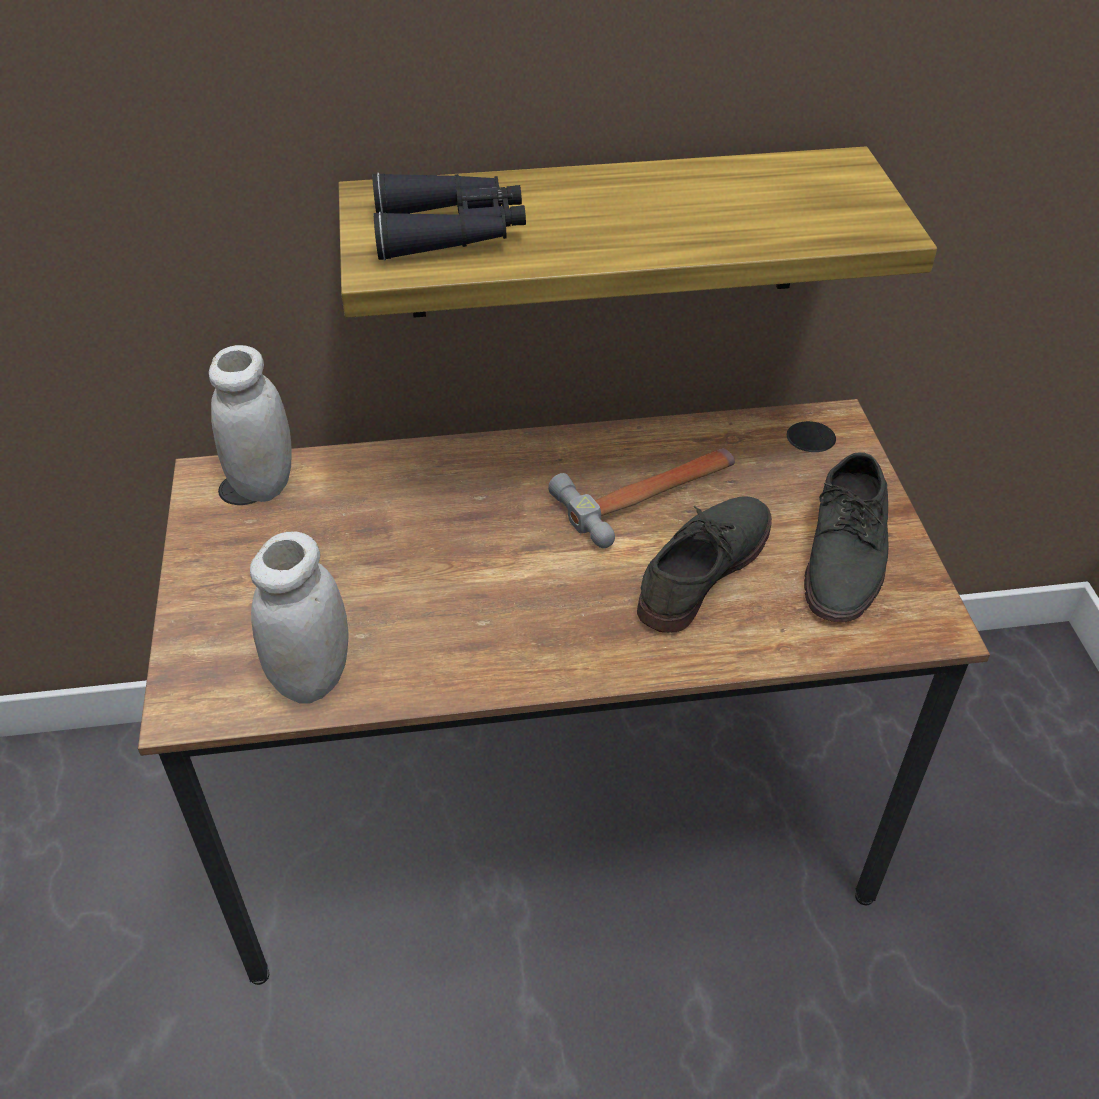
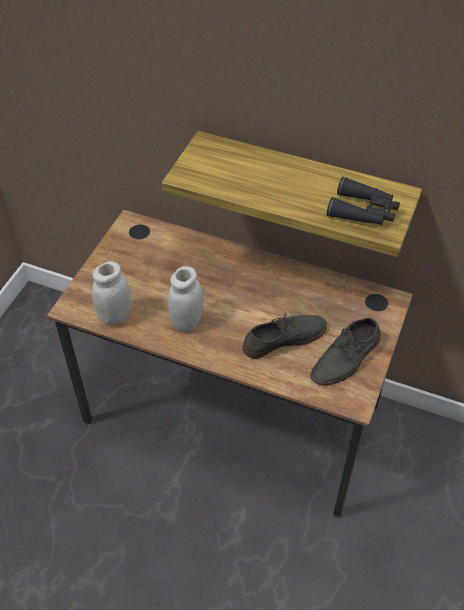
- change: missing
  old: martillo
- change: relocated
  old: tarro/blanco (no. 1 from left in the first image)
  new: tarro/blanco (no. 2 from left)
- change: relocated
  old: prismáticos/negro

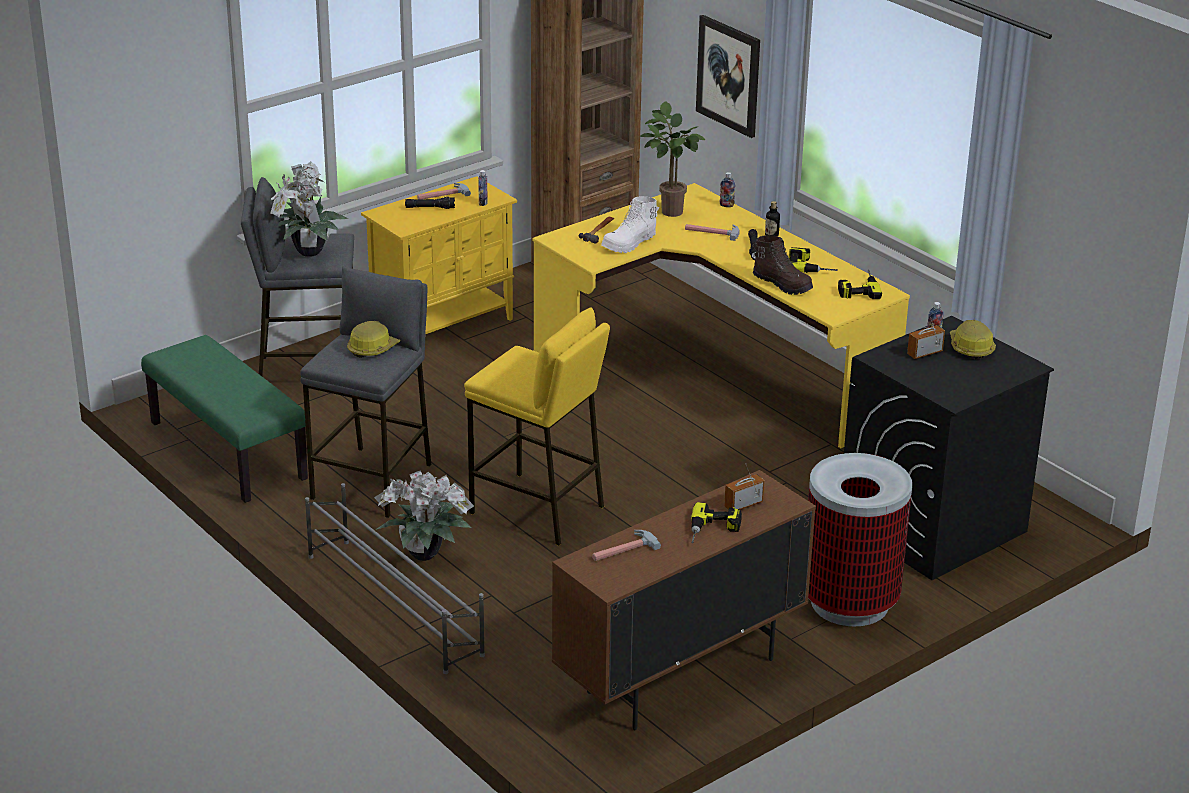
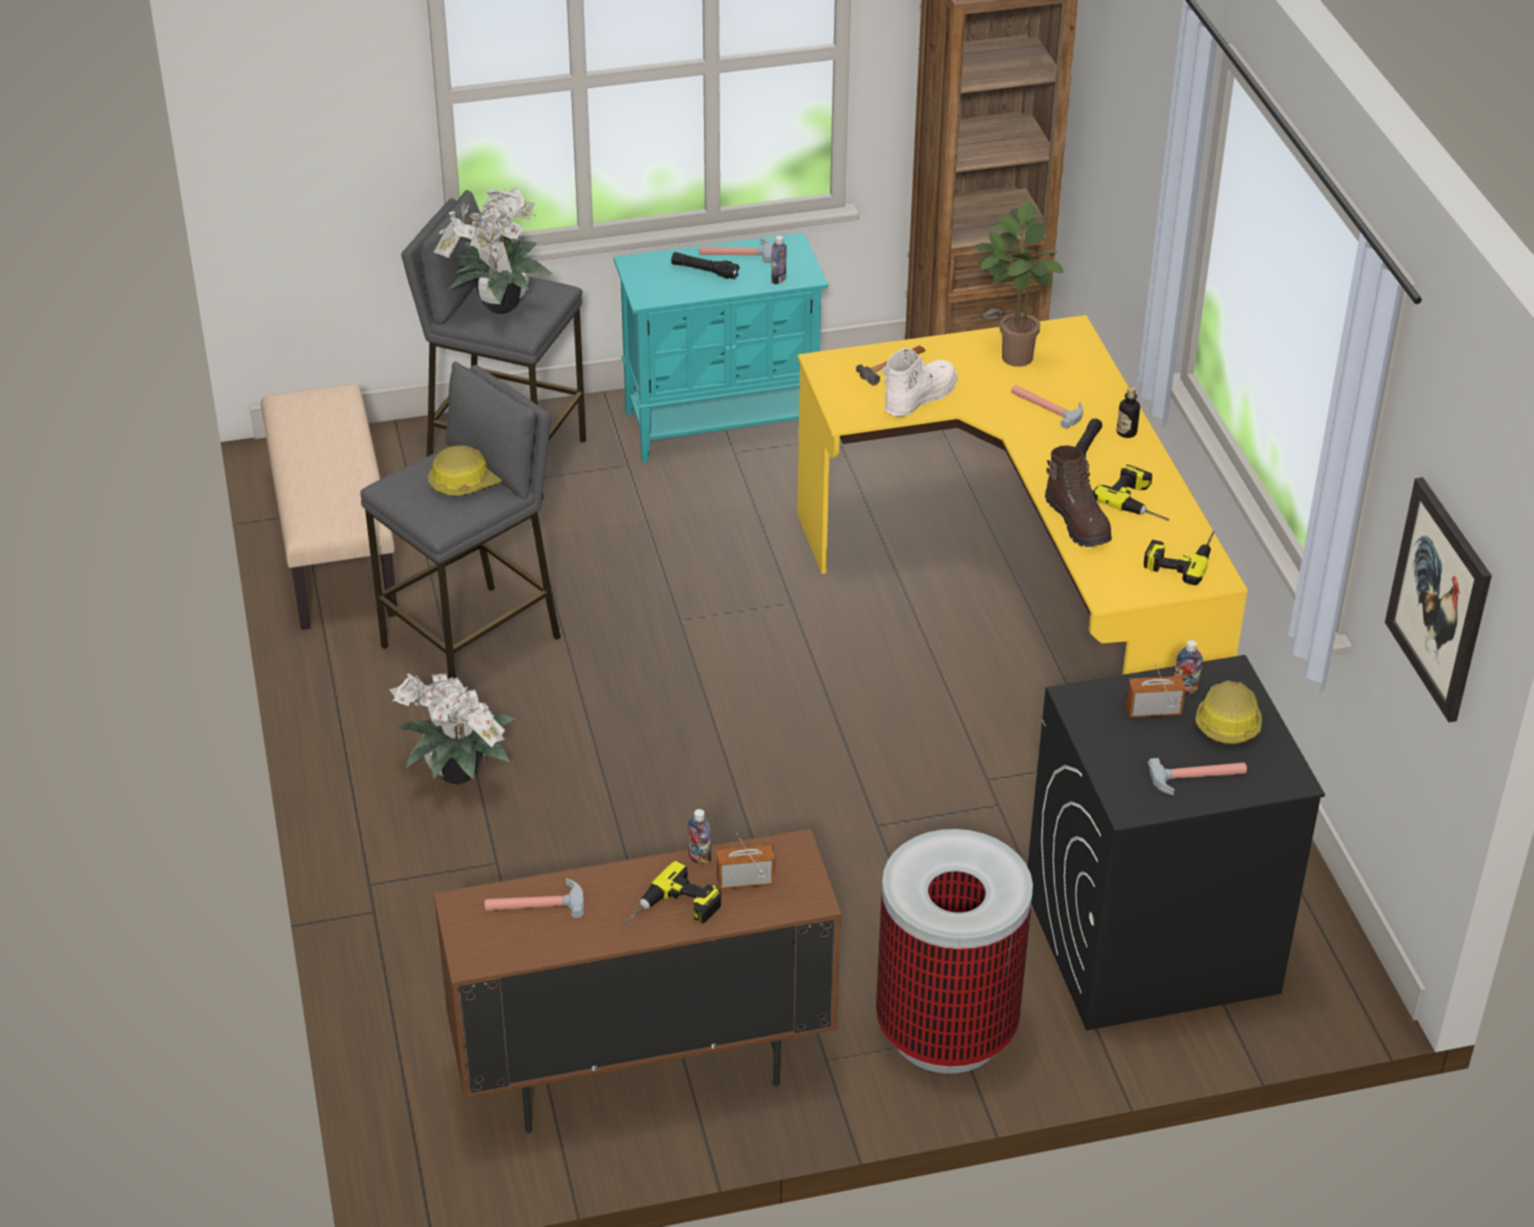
- change: missing
  old: zapatero/gris
- change: missing
  old: taburete/amarillo
- change: appeared
  new: martillo (no. 5 from left)
- change: relocated
  old: cuadro
- change: relocated
  old: botella (no. 2 from left in the first image)
  new: botella (no. 1 from left)
- change: colour
  old: banco/verde
  new: banco/beis
- change: colour
  old: armario/amarillo
  new: armario/turquesa
- change: spun
  old: bota/blanco
  degrees: 150

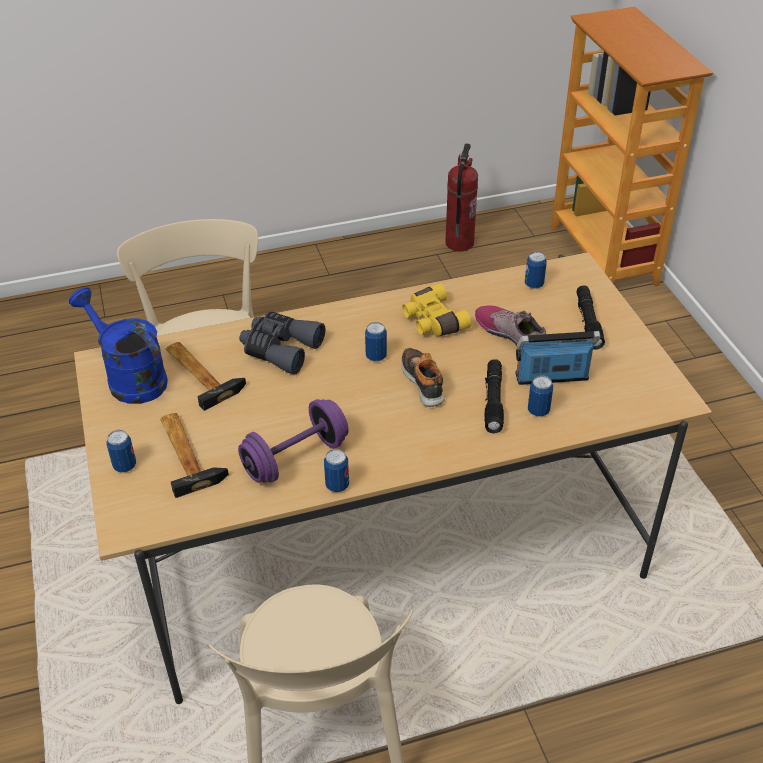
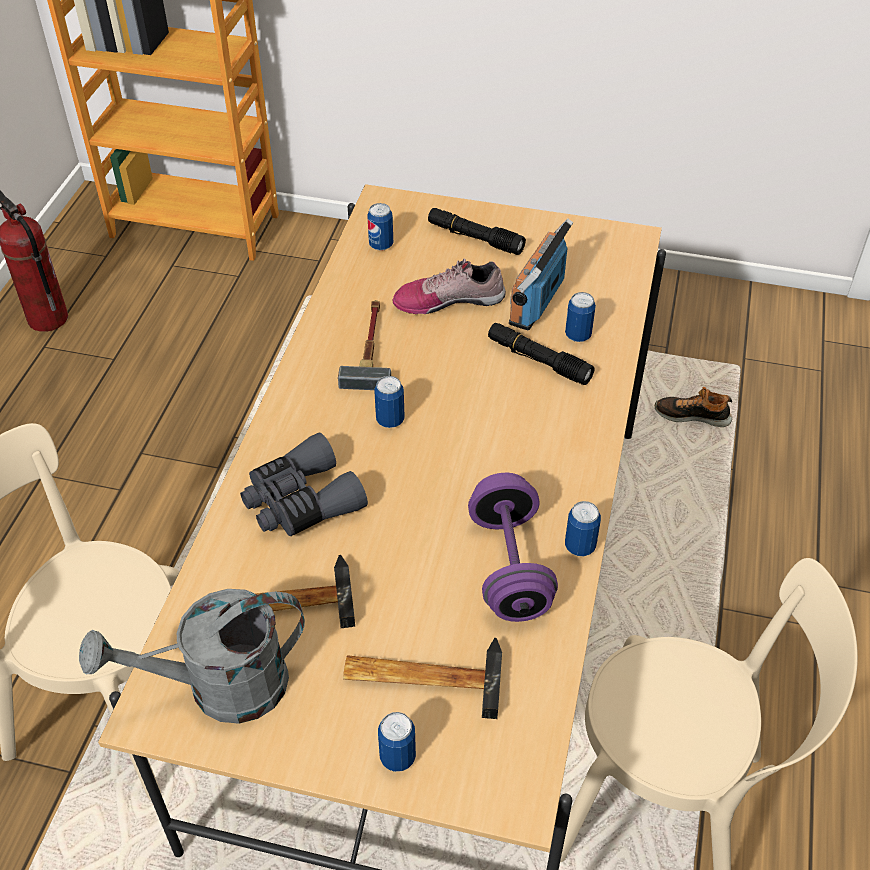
- change: relocated
  old: zapato (no. 1 from left in the first image)
  new: zapato (no. 2 from left)
- change: exchanged
  old: prismáticos/amarillo
  new: martillo (no. 2 from left)
- change: colour
  old: regadera/azul
  new: regadera/gris

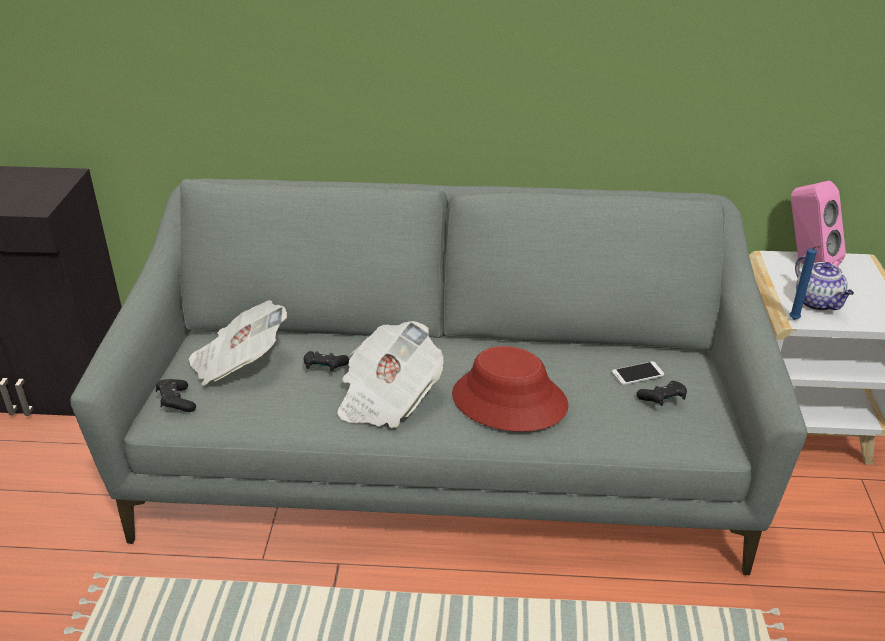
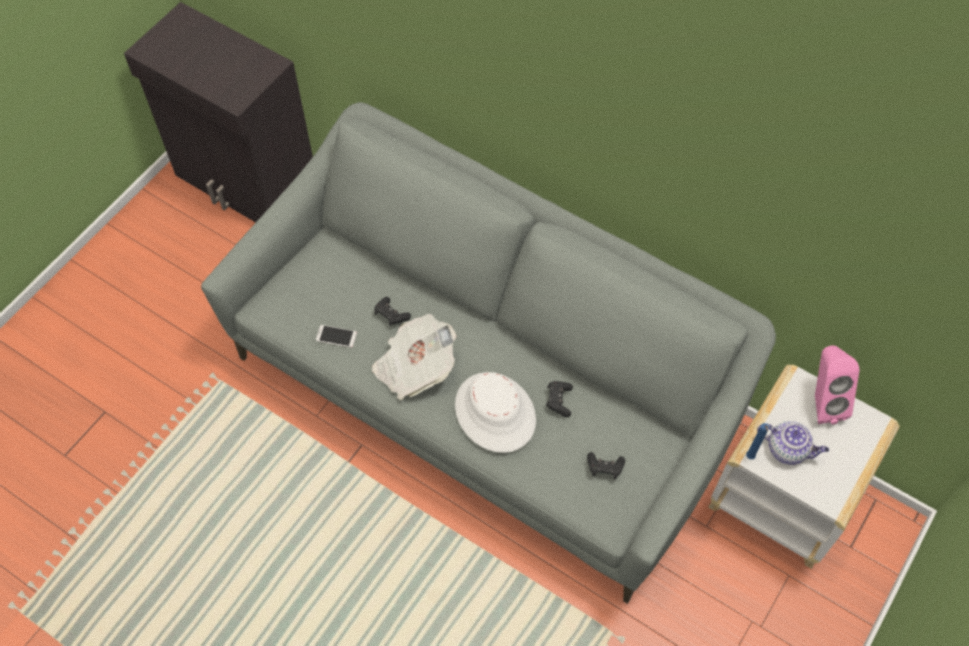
- change: missing
  old: periódico (no. 1 from left)
- change: relocated
  old: mando de consola/negro (no. 1 from left in the first image)
  new: mando de consola/negro (no. 2 from left)
- change: relocated
  old: móvil
- change: colour
  old: sombrero/rojo
  new: sombrero/blanco
- change: spun
  old: tetera
  degrees: -75

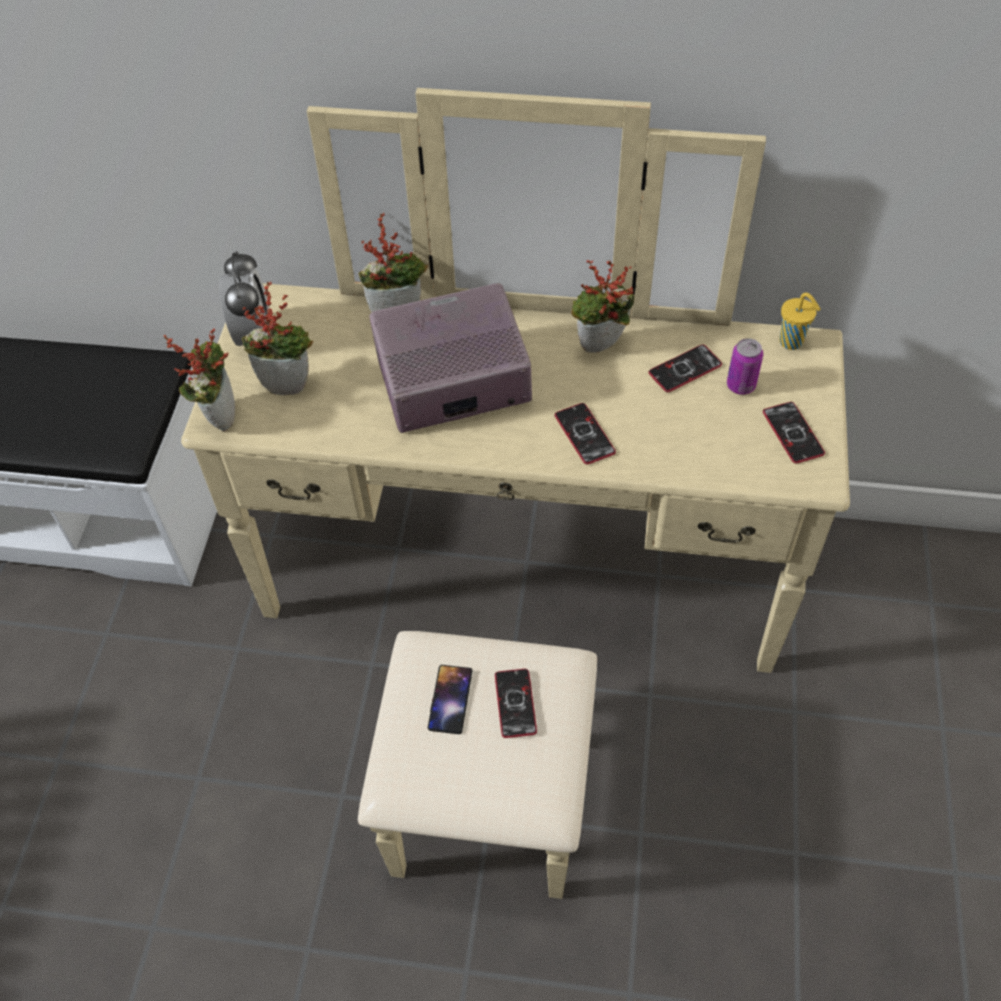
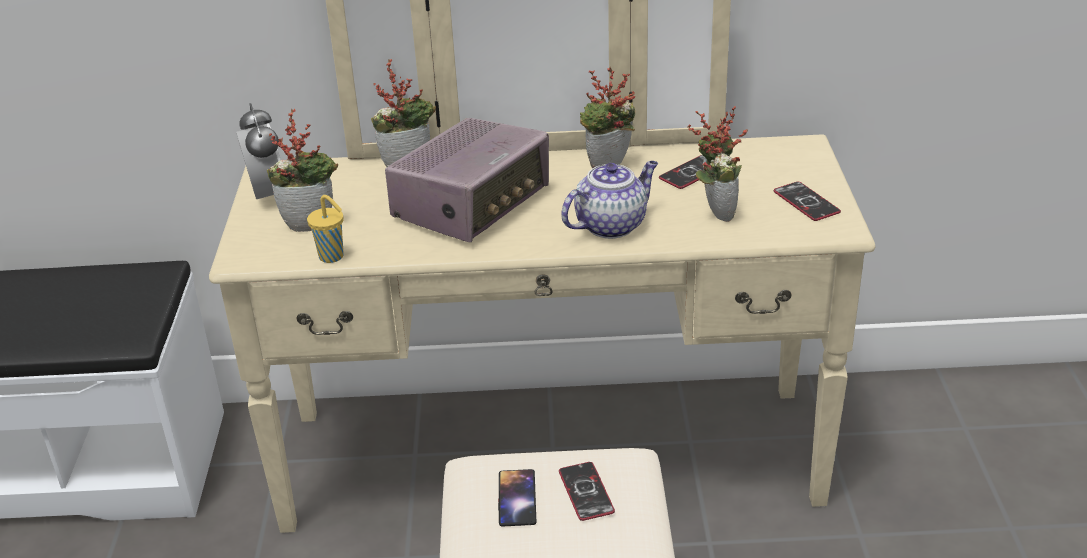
- change: missing
  old: lata
- change: relocated
  old: planta en maceta (no. 1 from left in the first image)
  new: planta en maceta (no. 4 from left)
- change: relocated
  old: taza/amarillo
- change: exchanged
  old: móvil (no. 3 from left)
  new: tetera
- change: spun
  old: radio
  degrees: 150

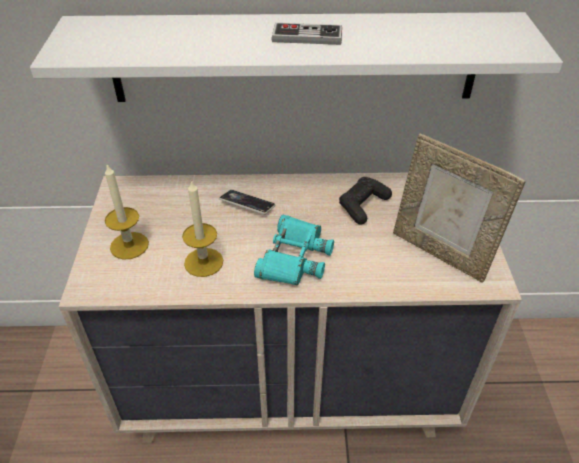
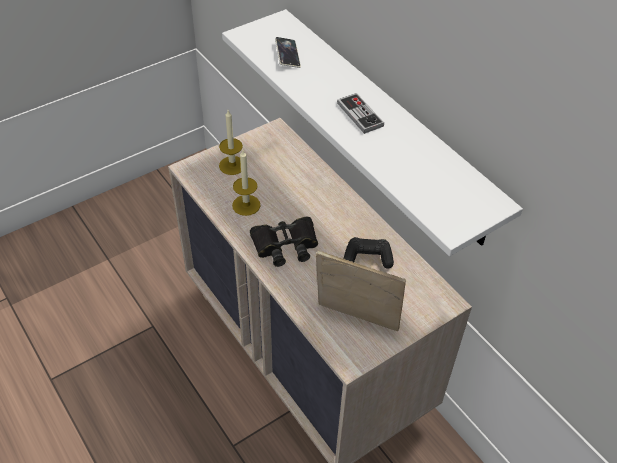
- change: relocated
  old: móvil
- change: colour
  old: prismáticos/turquesa
  new: prismáticos/negro
- change: spun
  old: portarretratos
  degrees: 105

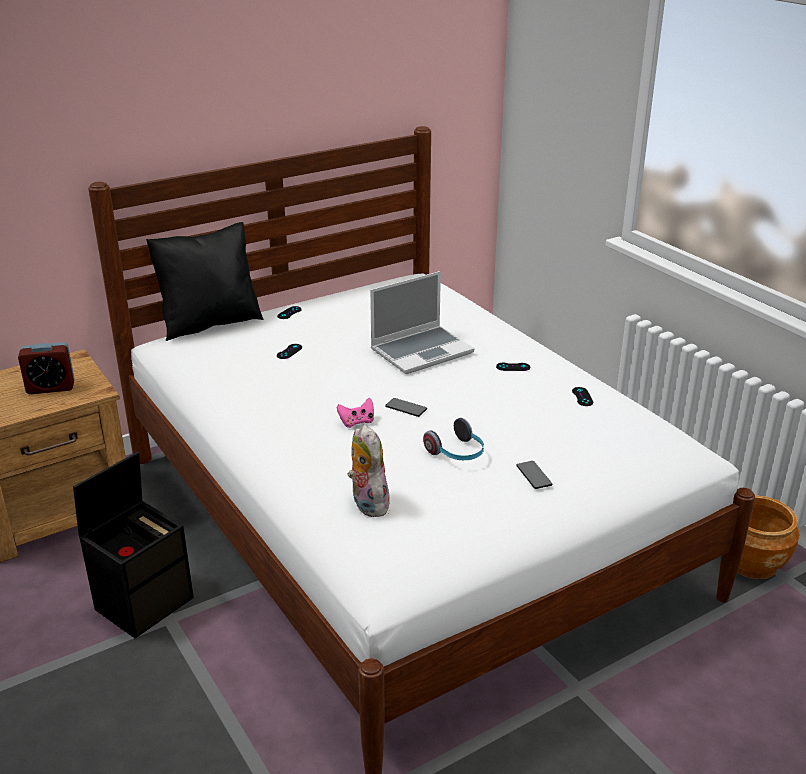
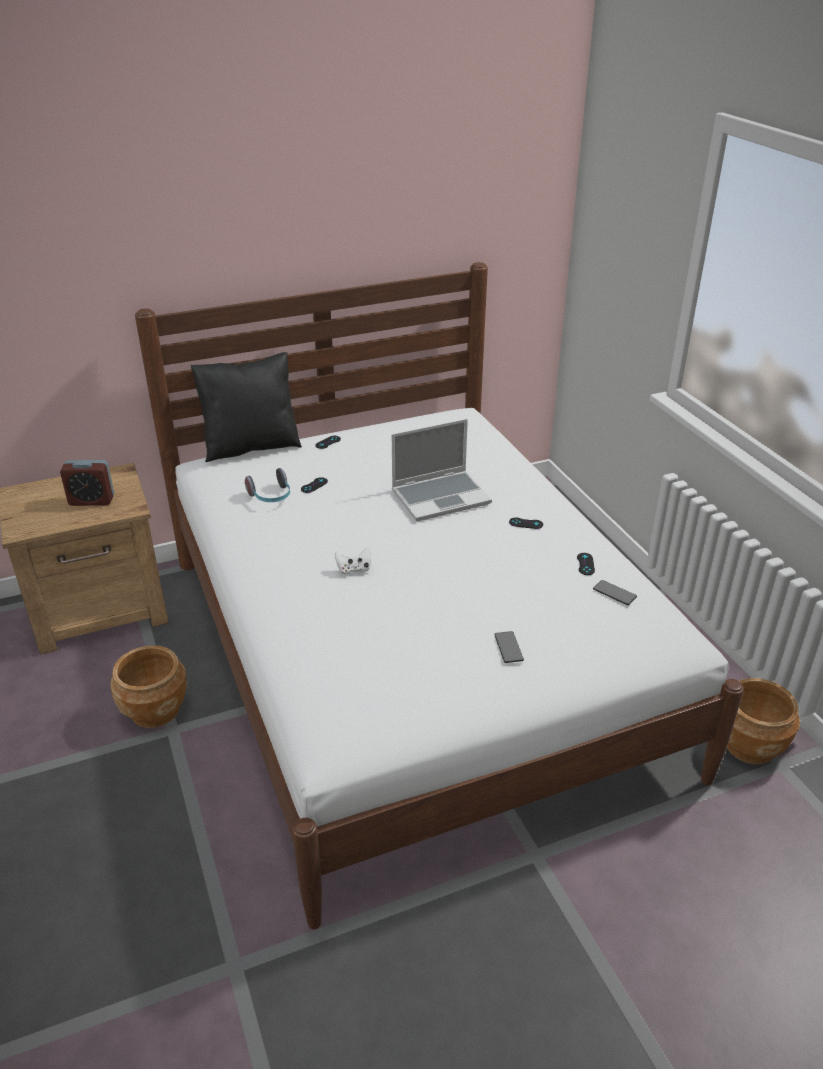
- change: missing
  old: peluche
- change: relocated
  old: móvil (no. 1 from left in the first image)
  new: móvil (no. 2 from left)
- change: relocated
  old: auriculares
- change: exchanged
  old: caja de almacenaje/negro
  new: maceta/marrón (no. 1 from left)
- change: colour
  old: mando de consola/rosa
  new: mando de consola/blanco

